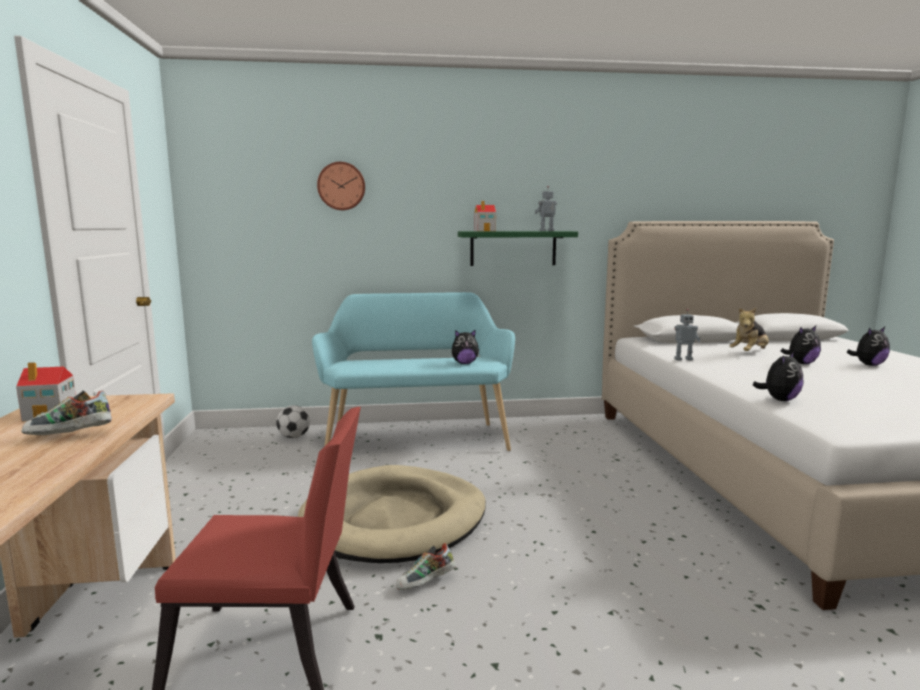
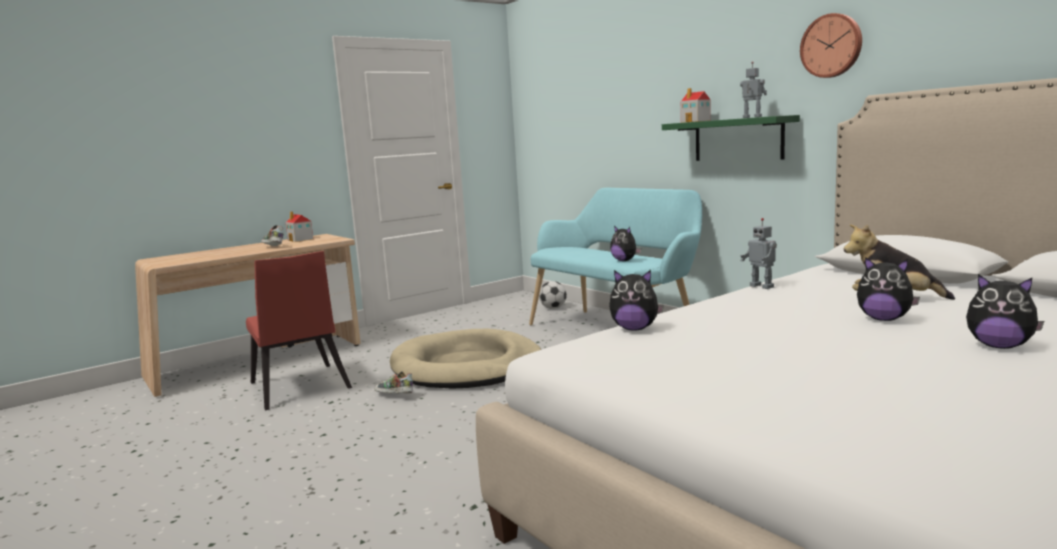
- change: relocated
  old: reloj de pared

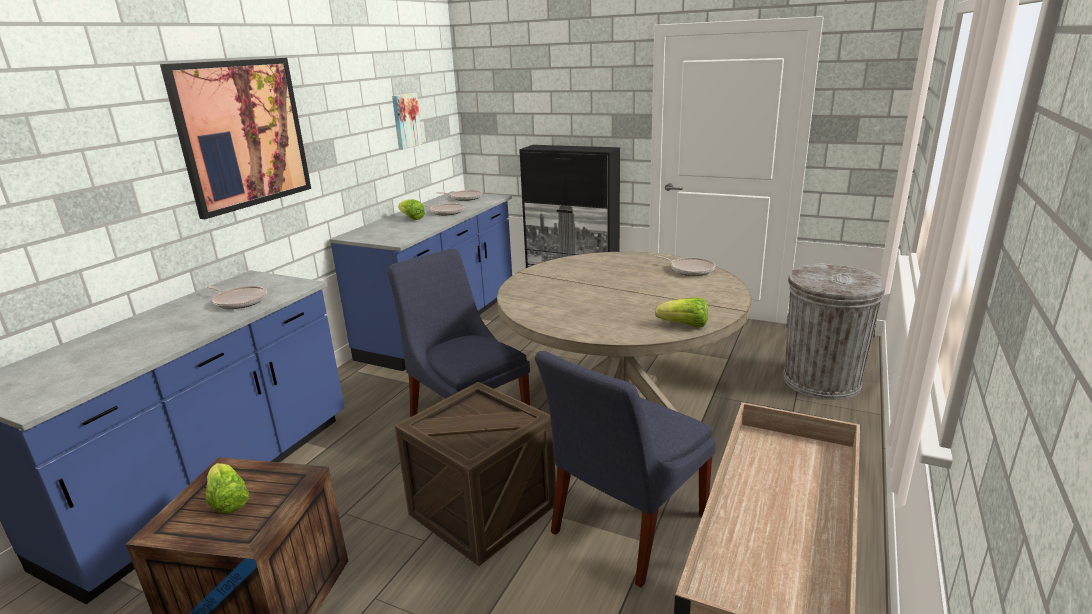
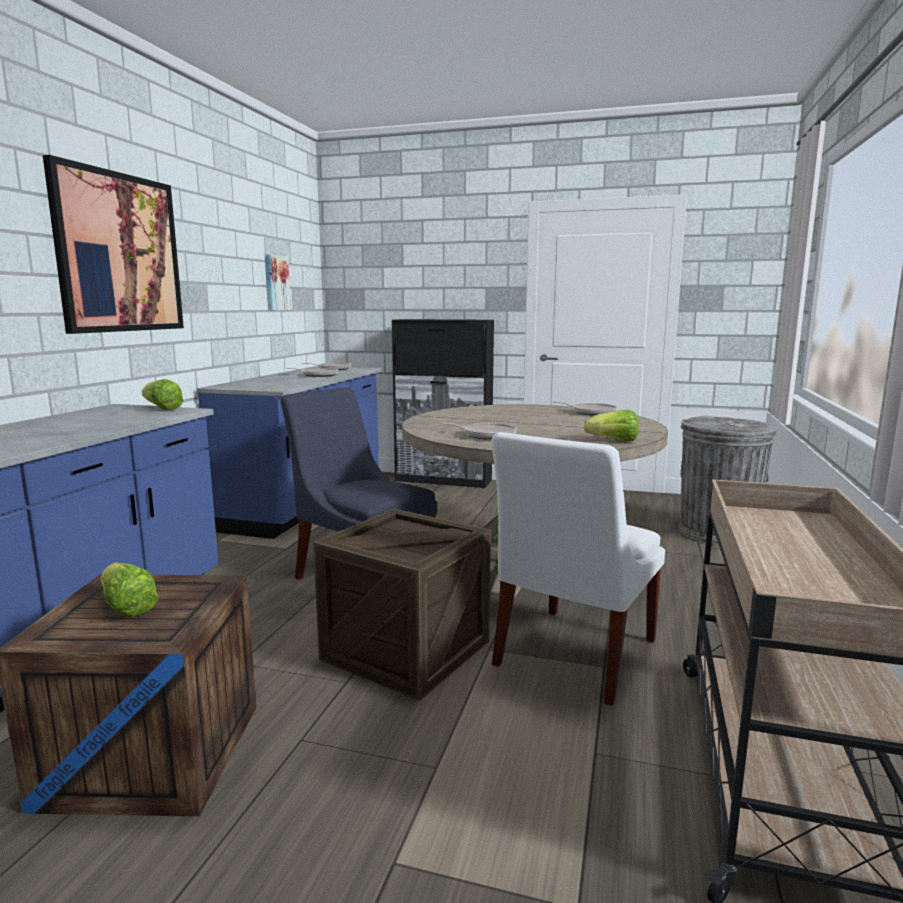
- change: relocated
  old: sartén (no. 1 from left in the first image)
  new: sartén (no. 3 from left)
- change: relocated
  old: lechuga (no. 2 from left)
- change: colour
  old: silla/azul (no. 2 from left)
  new: silla/blanco

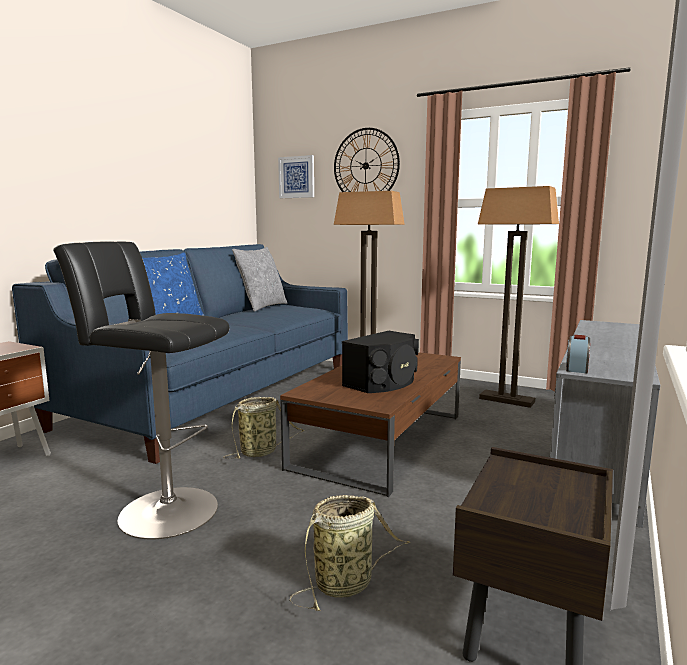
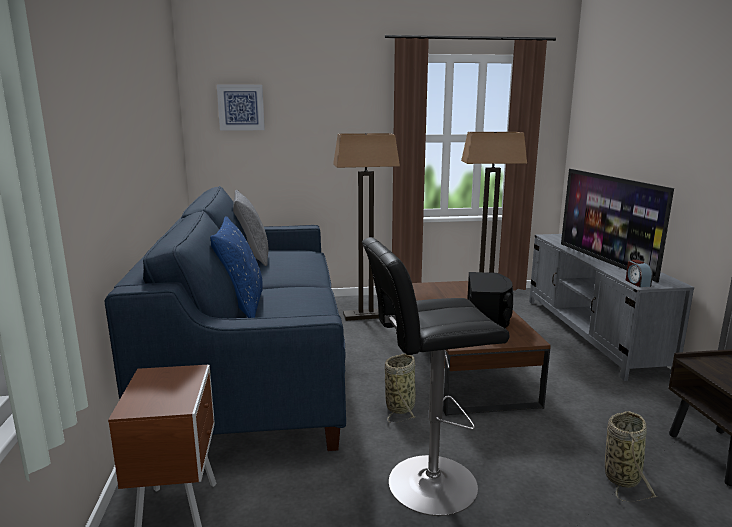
- change: missing
  old: reloj de pared
- change: appeared
  new: televisor

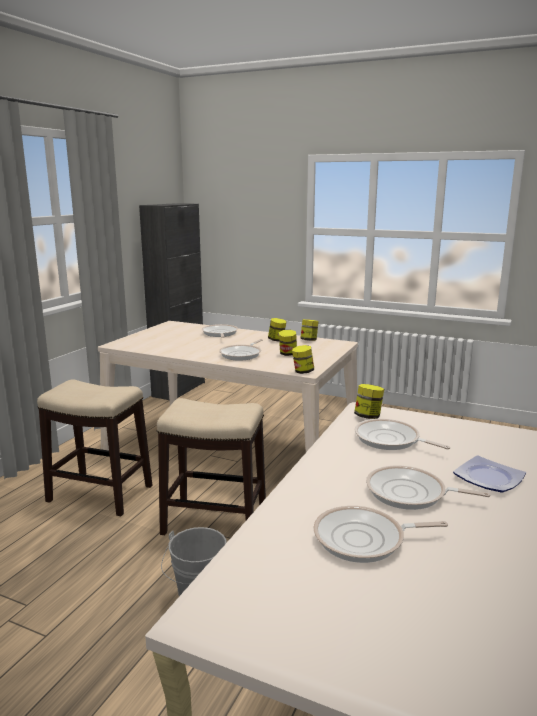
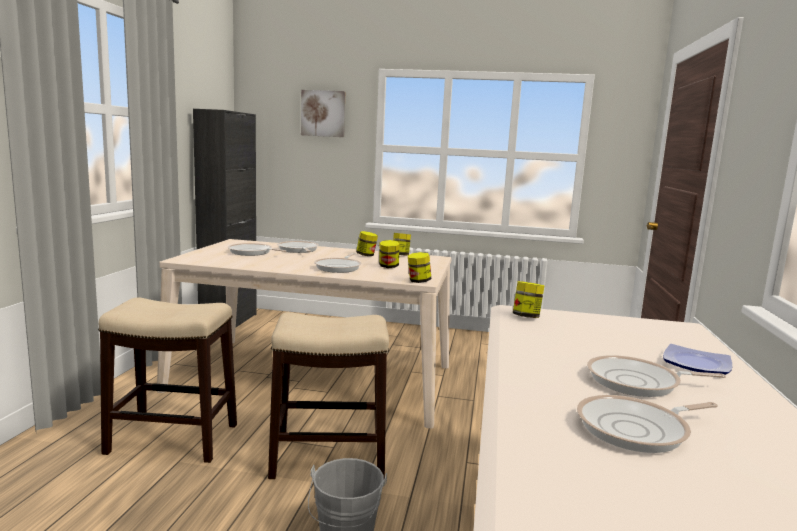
- change: appeared
  new: cuadro
- change: relocated
  old: sartén (no. 4 from left in the first image)
  new: sartén (no. 1 from left)

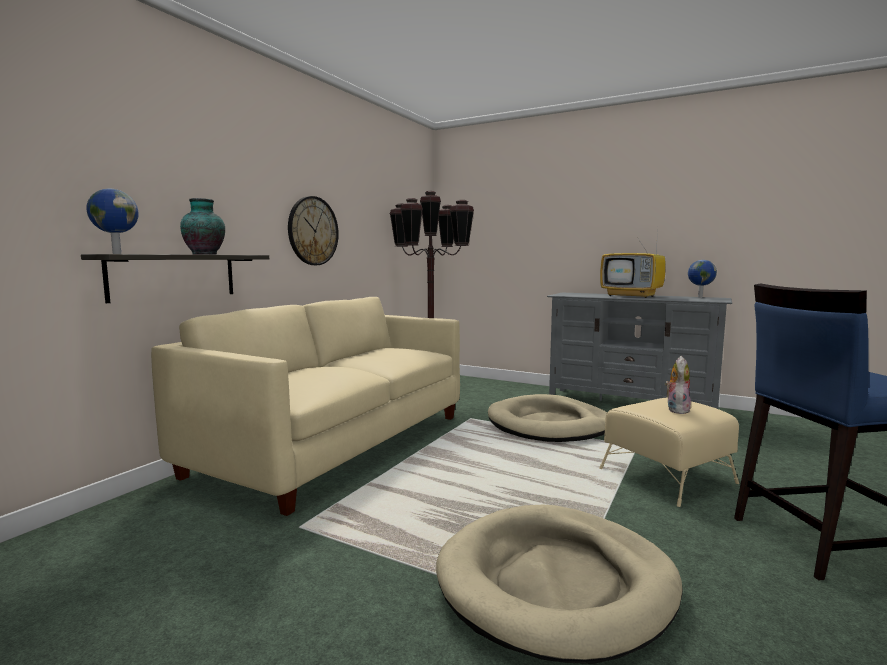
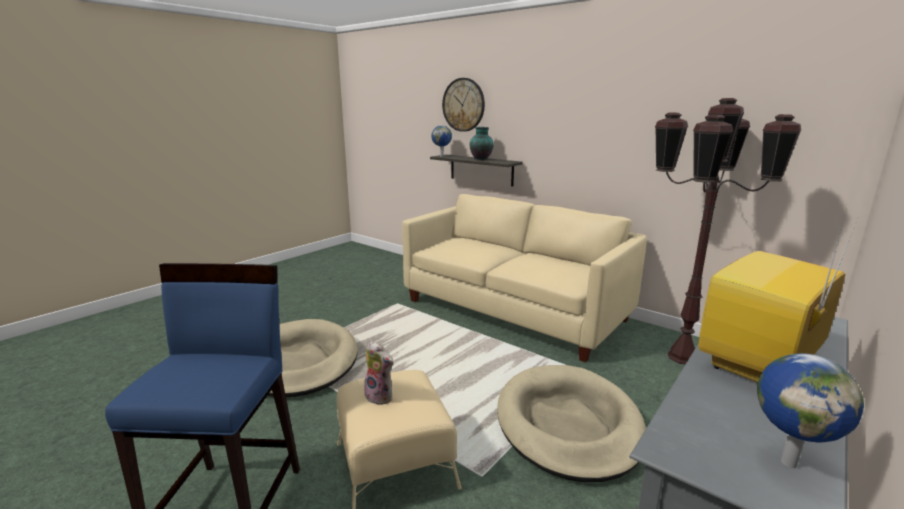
- change: relocated
  old: reloj de pared

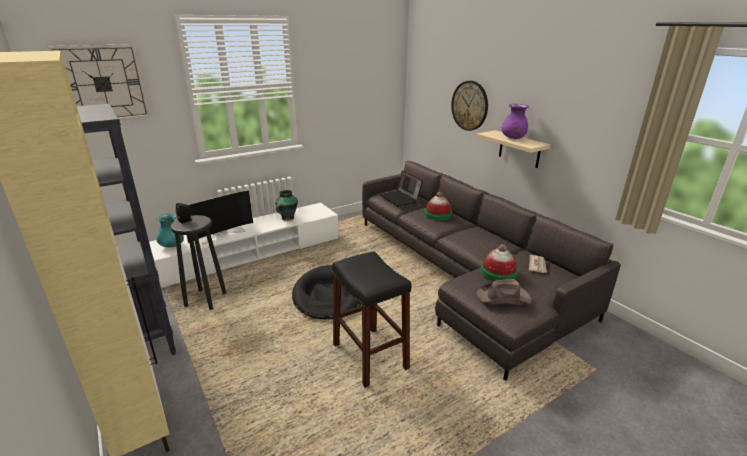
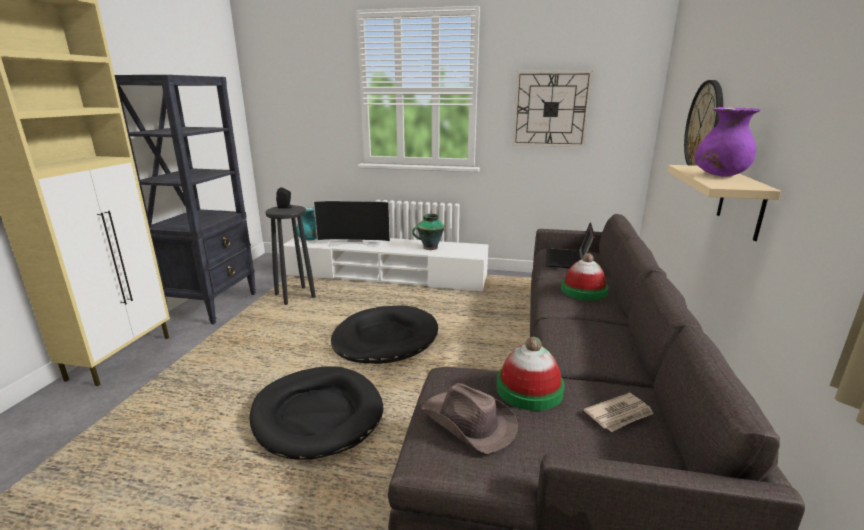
- change: relocated
  old: reloj de pared (no. 1 from left)
- change: exchanged
  old: taburete/negro (no. 2 from left)
  new: cama para perro/negro (no. 1 from left)

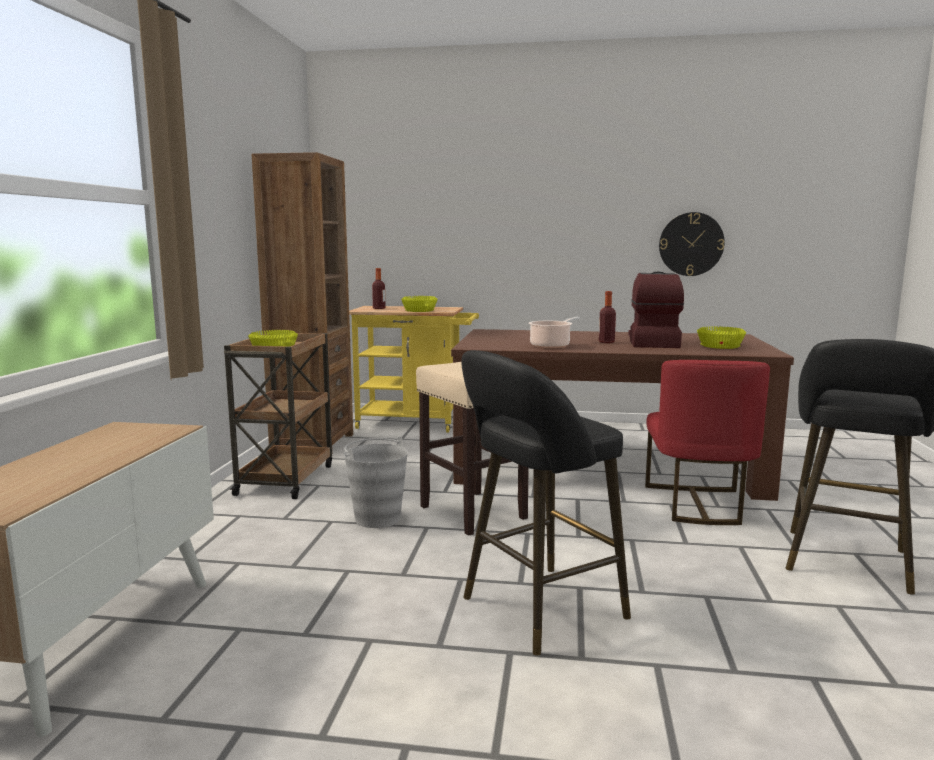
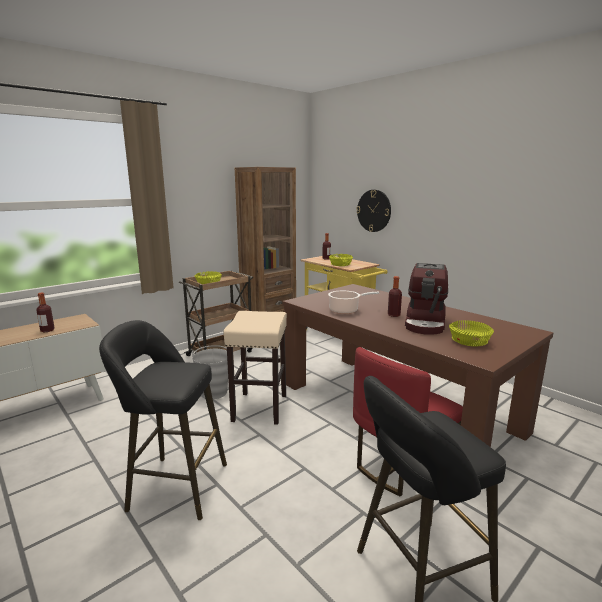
- change: appeared
  new: botella (no. 1 from left)
- change: relocated
  old: reloj de pared
- change: spun
  old: cafetera
  degrees: 150

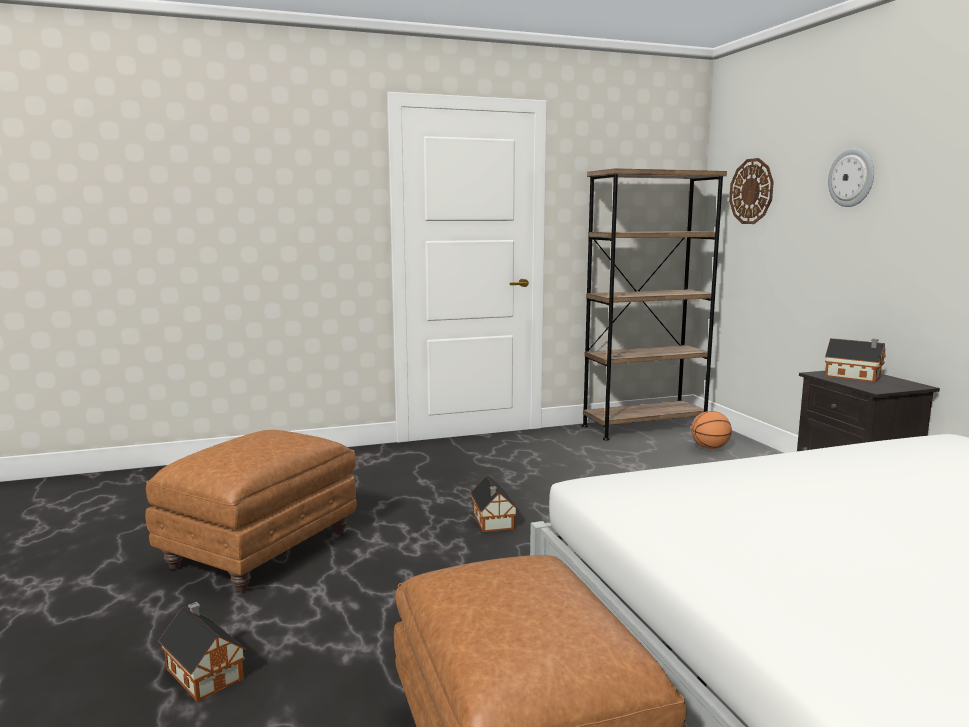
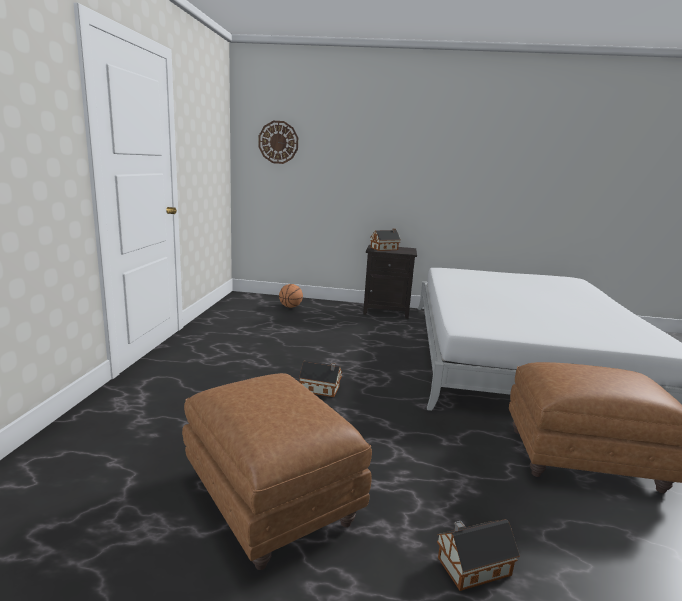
- change: missing
  old: estantería/marrón
- change: missing
  old: reloj de pared (no. 2 from left)

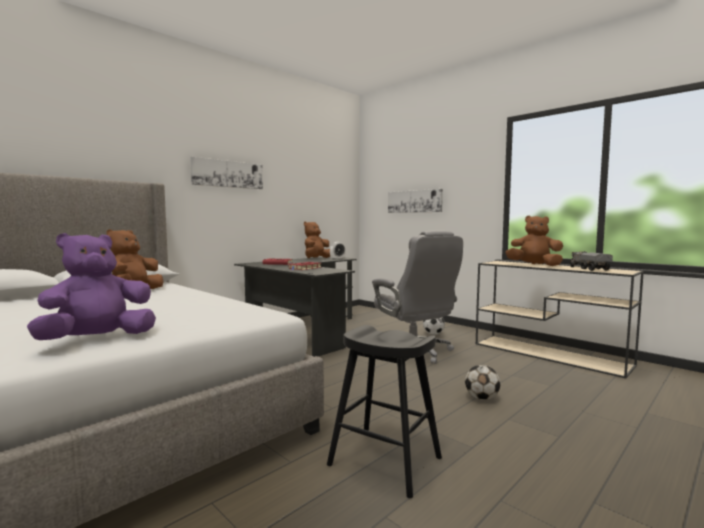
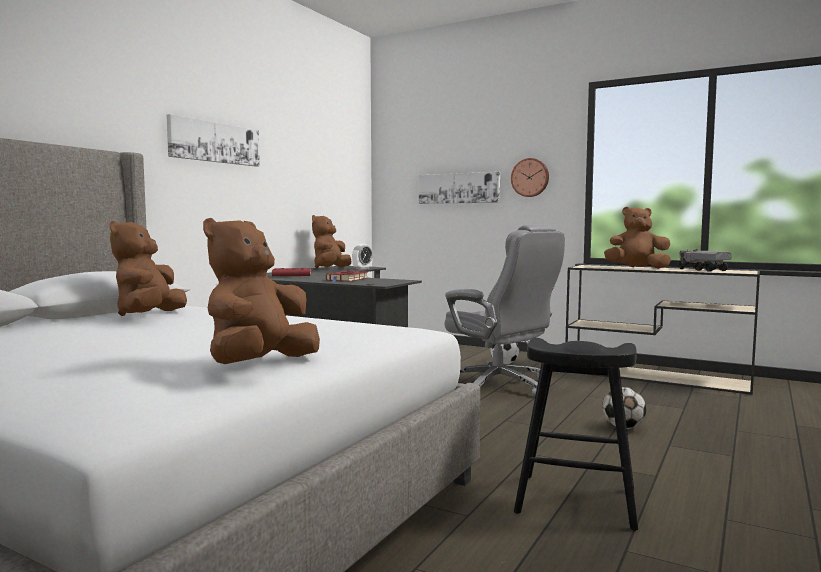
- change: appeared
  new: reloj de pared
- change: colour
  old: peluche/morado
  new: peluche/marrón (no. 2 from left)

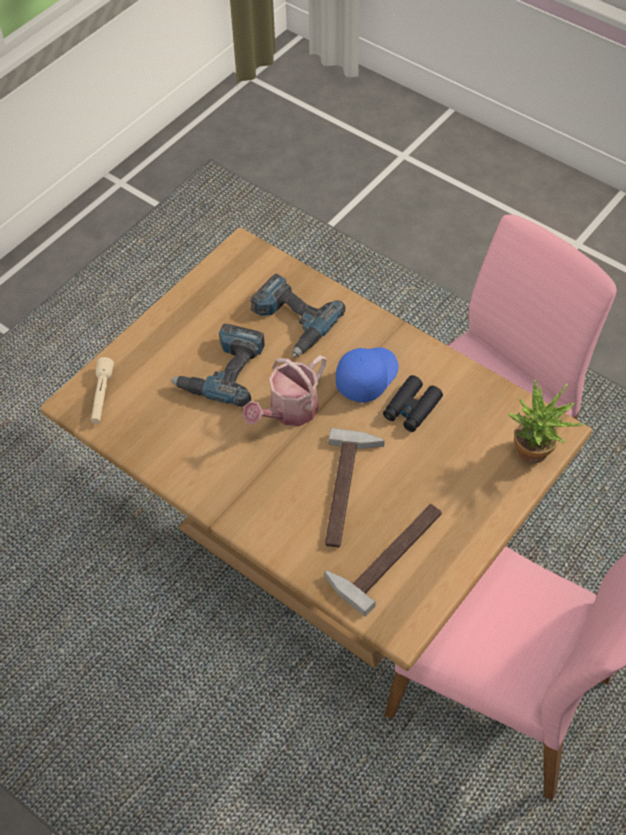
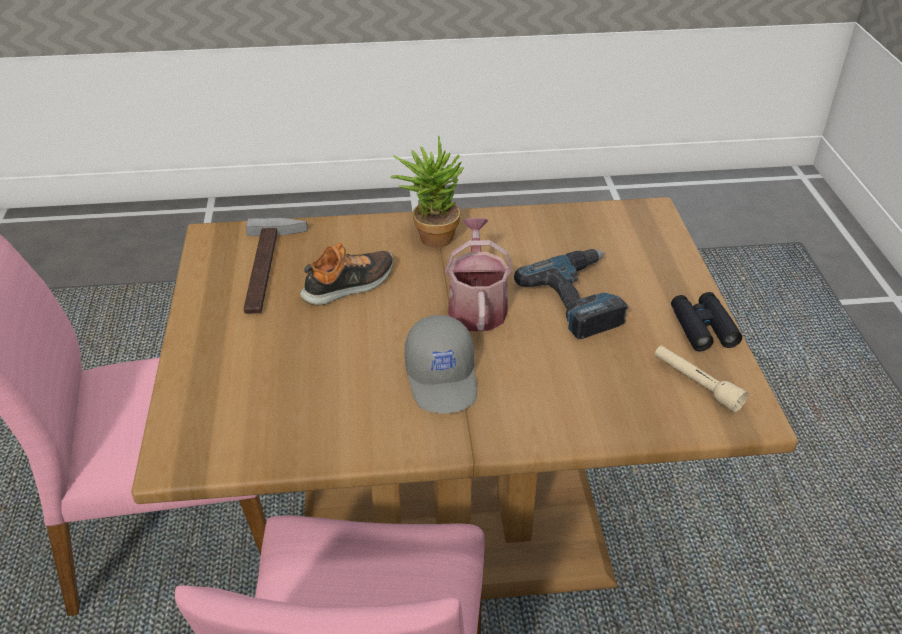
- change: missing
  old: taladro (no. 2 from left)
- change: relocated
  old: linterna/beis
- change: relocated
  old: prismáticos/negro
- change: relocated
  old: planta en maceta
- change: exchanged
  old: martillo (no. 1 from left)
  new: zapato
- change: colour
  old: gorra/azul
  new: gorra/gris

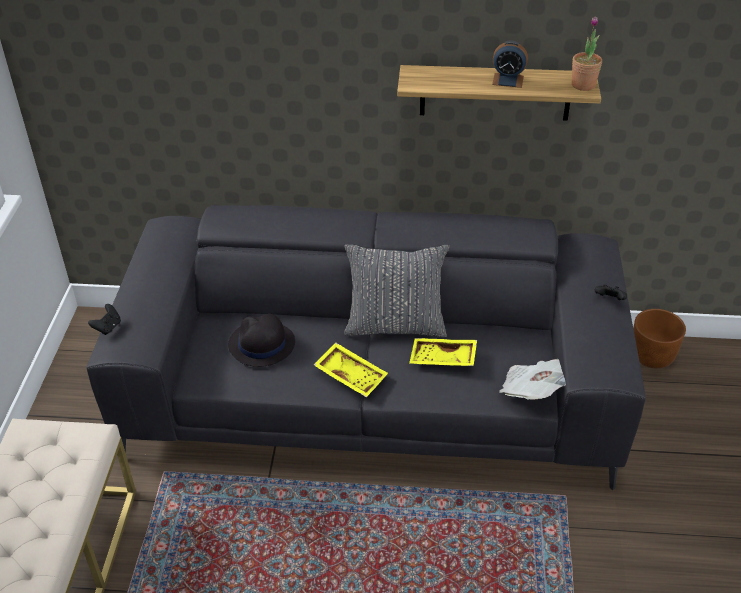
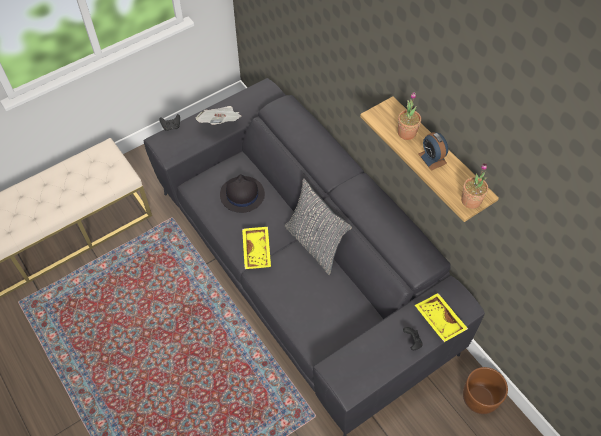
- change: appeared
  new: planta en maceta (no. 1 from left)
- change: relocated
  old: bandeja/amarillo (no. 2 from left)
- change: relocated
  old: periódico

